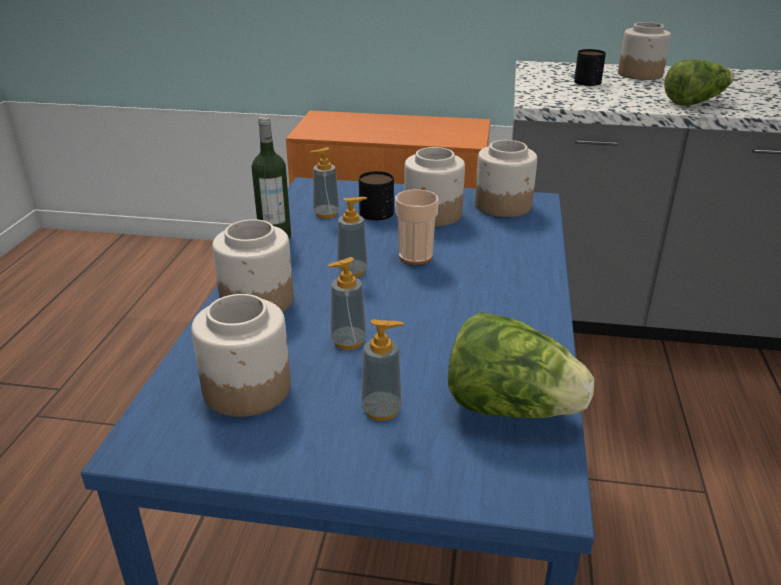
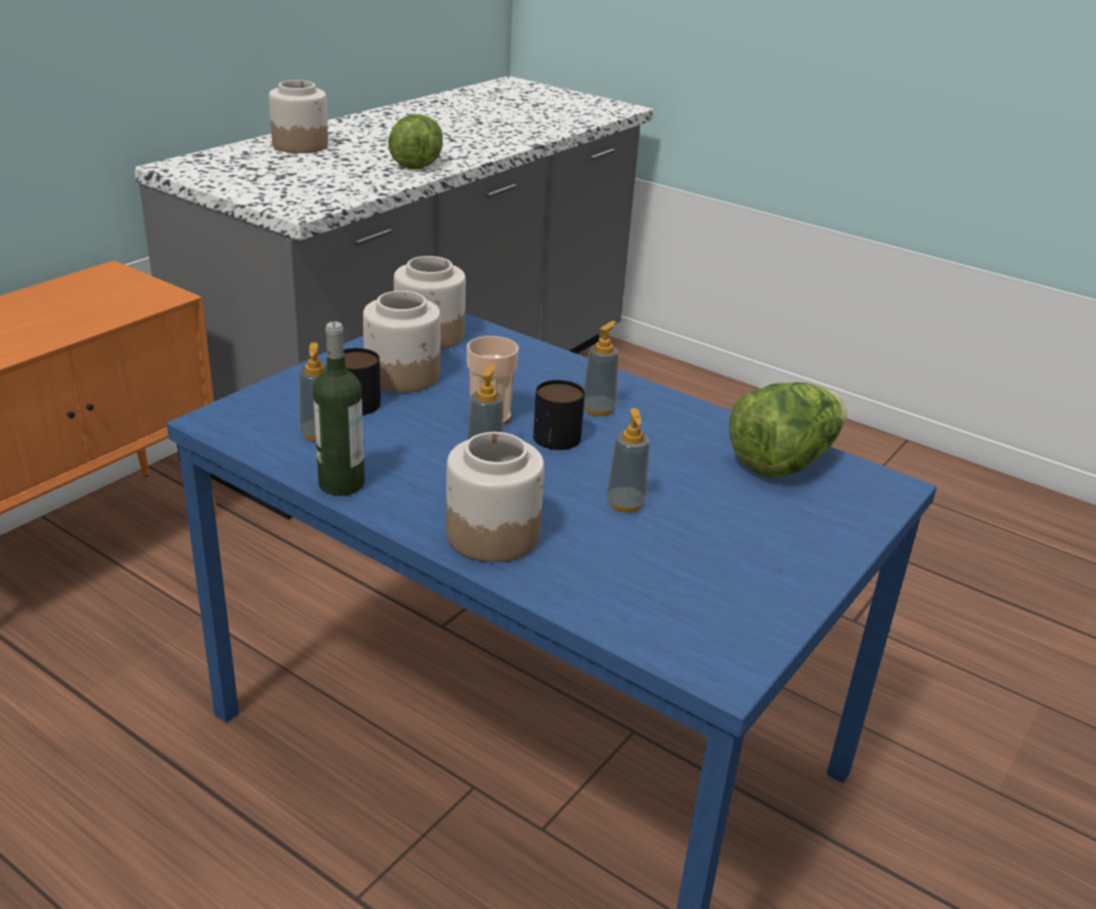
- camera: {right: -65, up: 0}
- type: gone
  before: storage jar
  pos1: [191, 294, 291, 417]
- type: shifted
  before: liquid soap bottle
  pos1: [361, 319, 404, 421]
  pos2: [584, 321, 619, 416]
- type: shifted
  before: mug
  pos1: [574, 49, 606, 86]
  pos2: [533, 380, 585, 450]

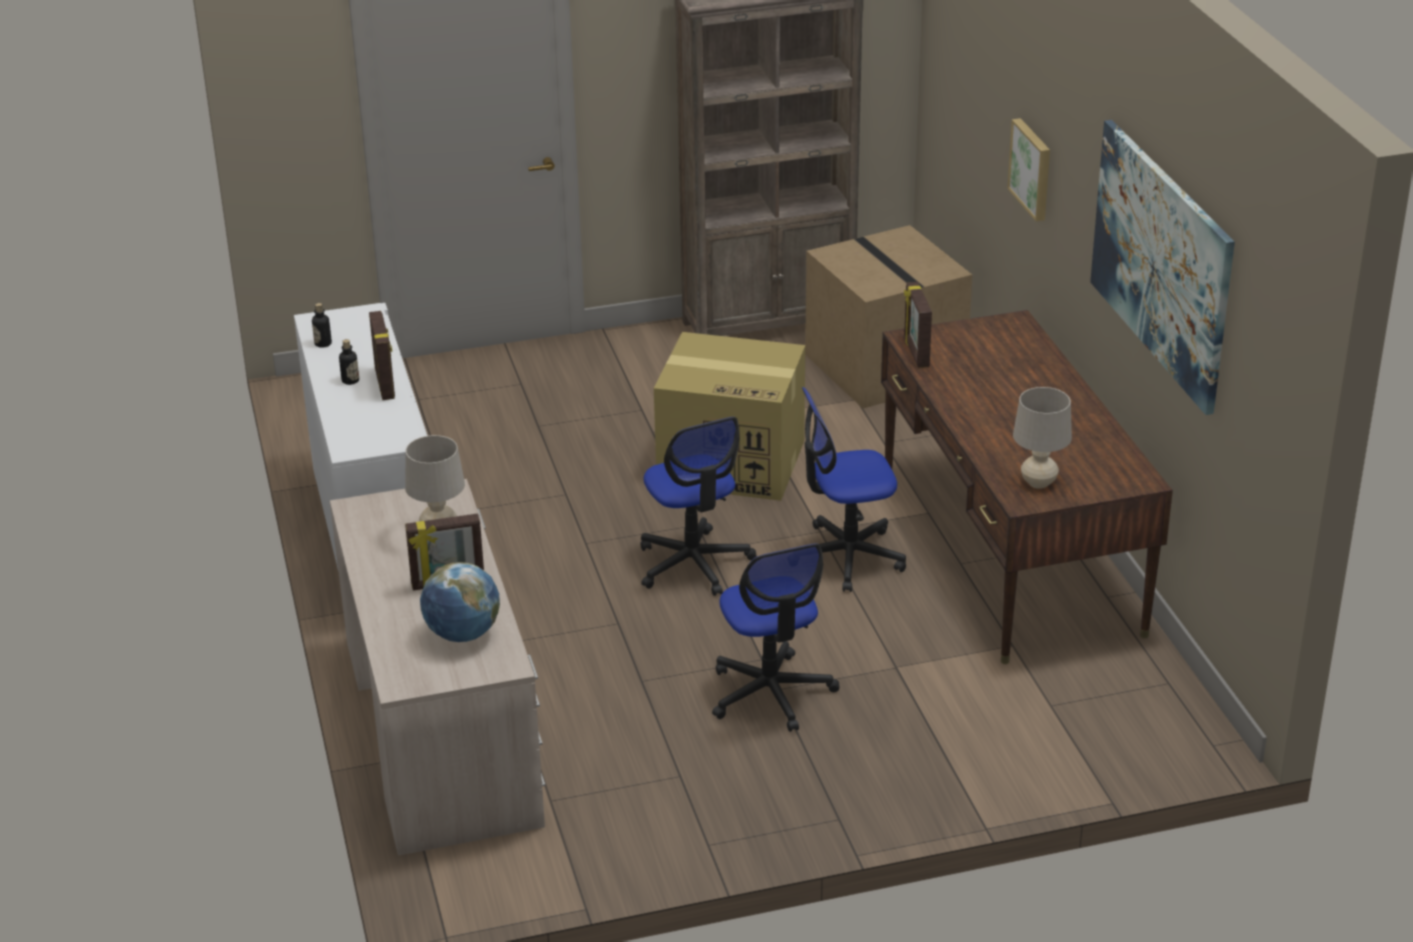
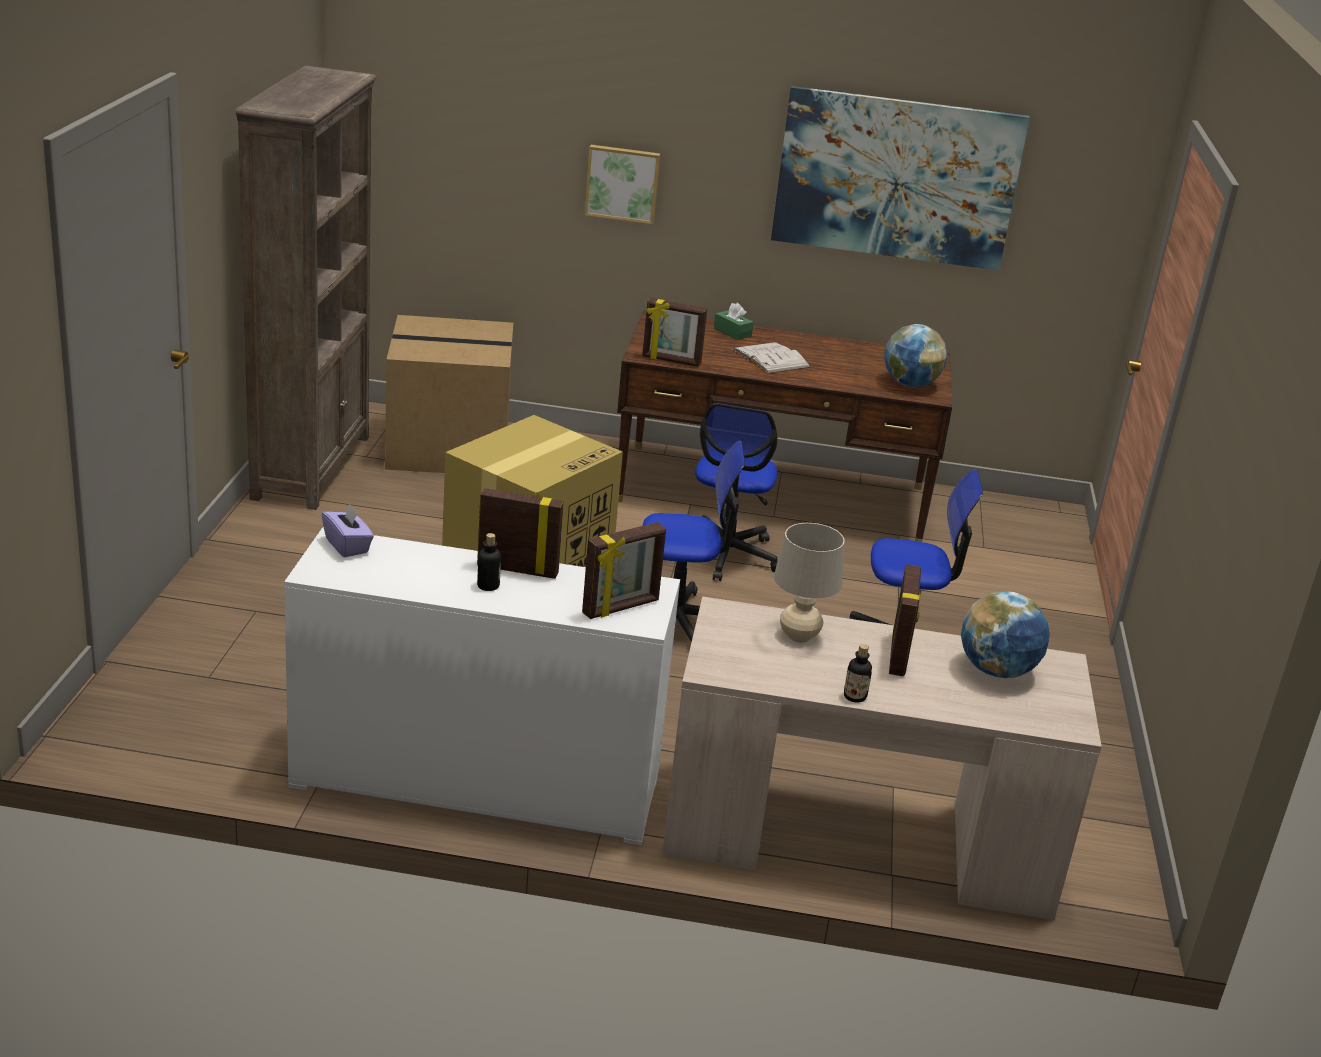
- camera: {right: -70, up: -5}
- type: new
  after: purple-coloured box of tissues
  pos2: [322, 503, 374, 558]
- type: new
  after: standing frame
  pos2: [582, 522, 666, 619]
- type: new
  after: green-coloured box of tissues
  pos2: [714, 303, 754, 340]
- type: new
  after: whitish book
  pos2: [732, 342, 811, 374]
- type: shifted
  before: beverage bottle
  pos1: [312, 303, 332, 348]
  pos2: [844, 644, 872, 703]
- type: swapped
  before: sand-coloured table lamp
  after: world globe
  pos1: [1013, 387, 1072, 489]
  pos2: [884, 324, 947, 387]

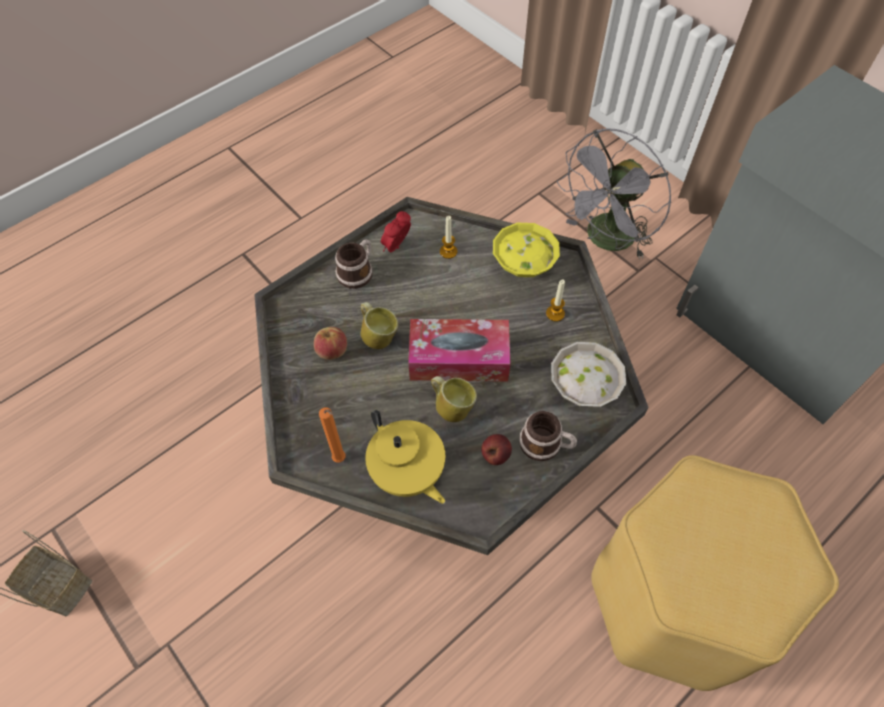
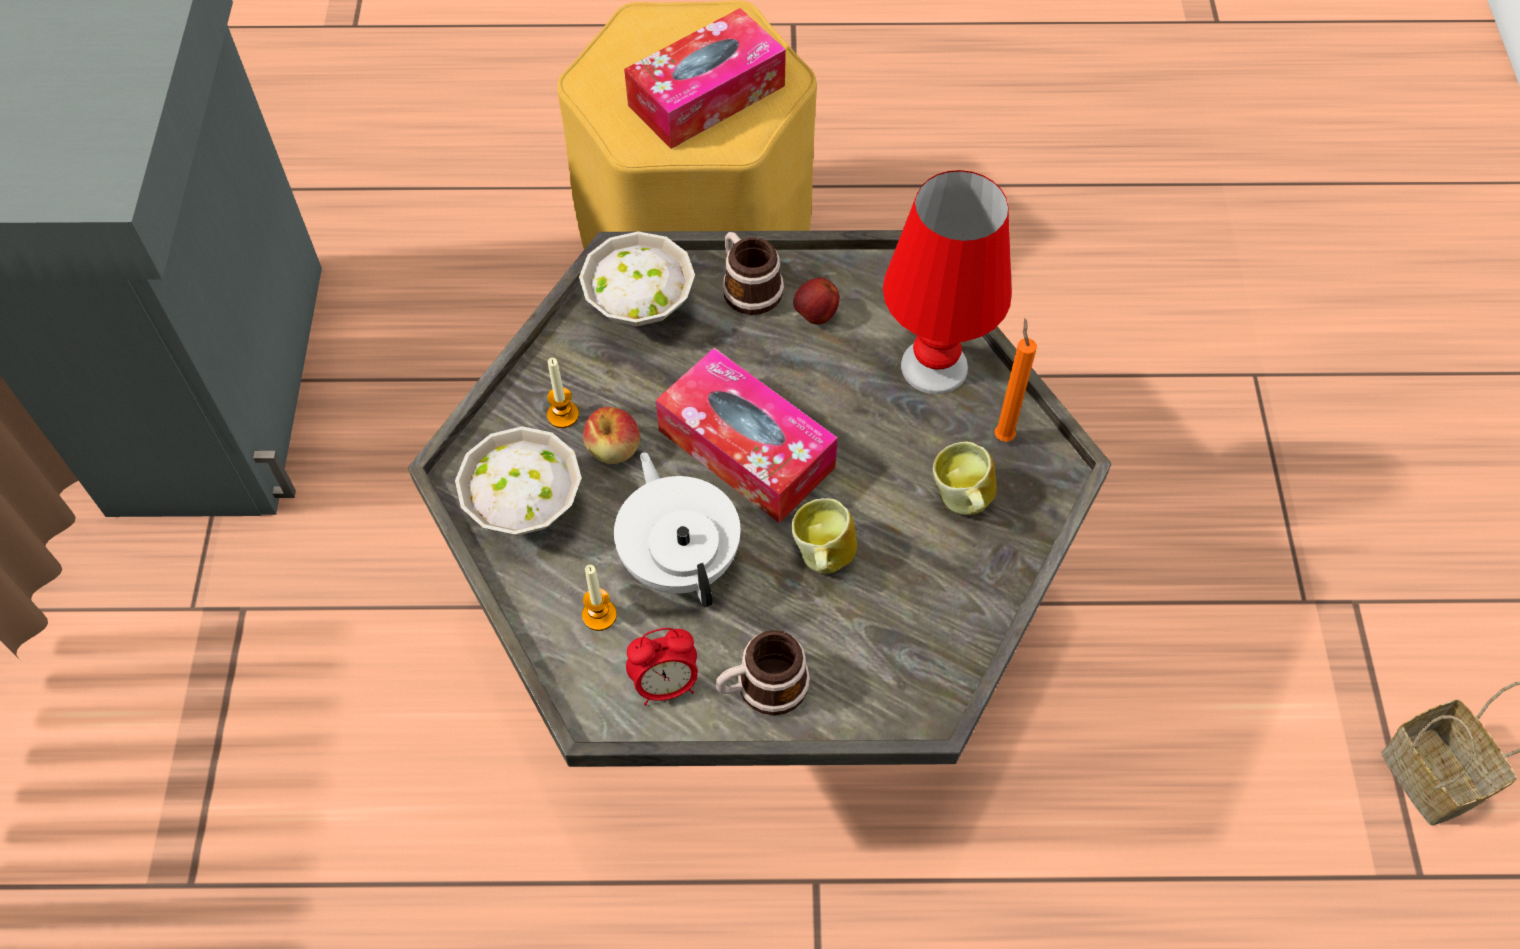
- camera: {right: -140, up: 0}
- type: gone
  before: grey fan
  pos1: [557, 128, 671, 259]
- type: new
  after: whitish pot for tea
  pos2: [614, 452, 740, 607]
- type: new
  after: box of tissues
  pos2: [624, 8, 786, 149]
- type: shifted
  before: apple fruit
  pos1: [314, 327, 347, 360]
  pos2: [583, 407, 640, 464]
- type: shifted
  before: mug
  pos1: [431, 376, 477, 422]
  pos2: [933, 441, 997, 515]
- type: swapped
  before: yellow pot for tea
  after: red-coloured table lamp
  pos1: [365, 410, 445, 504]
  pos2: [883, 170, 1012, 394]
- type: repainted
  before: yellow bowl
  after: whitish bowl
  pos1: [493, 223, 560, 277]
  pos2: [455, 426, 582, 536]

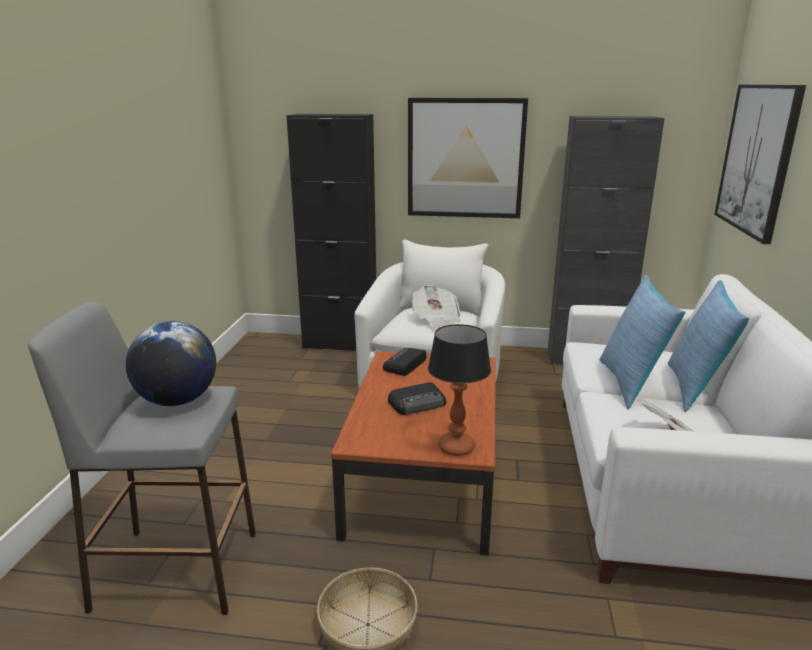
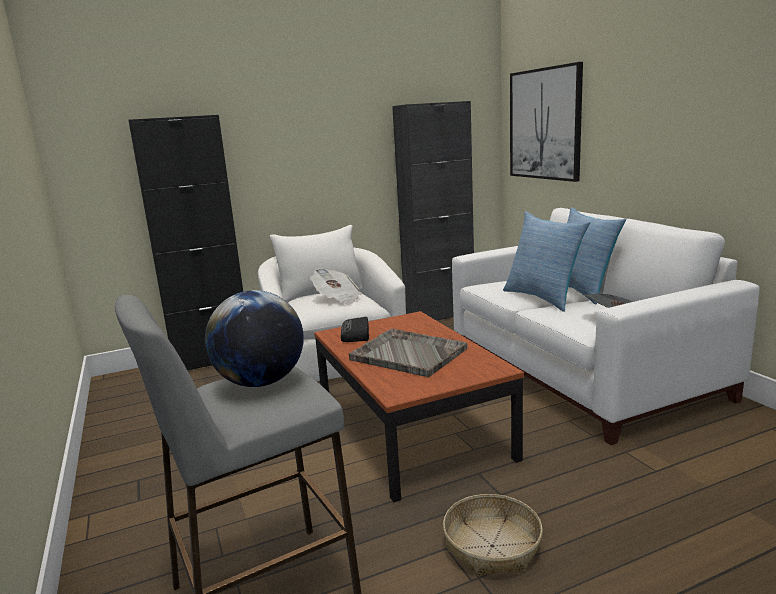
- camera: {right: -30, up: -5}
- type: gone
  before: wall art
  pos1: [408, 98, 528, 218]
- type: gone
  before: table lamp
  pos1: [428, 324, 491, 456]
- type: swapped
  before: radio
  after: grey tray
  pos1: [388, 382, 446, 415]
  pos2: [348, 329, 467, 377]

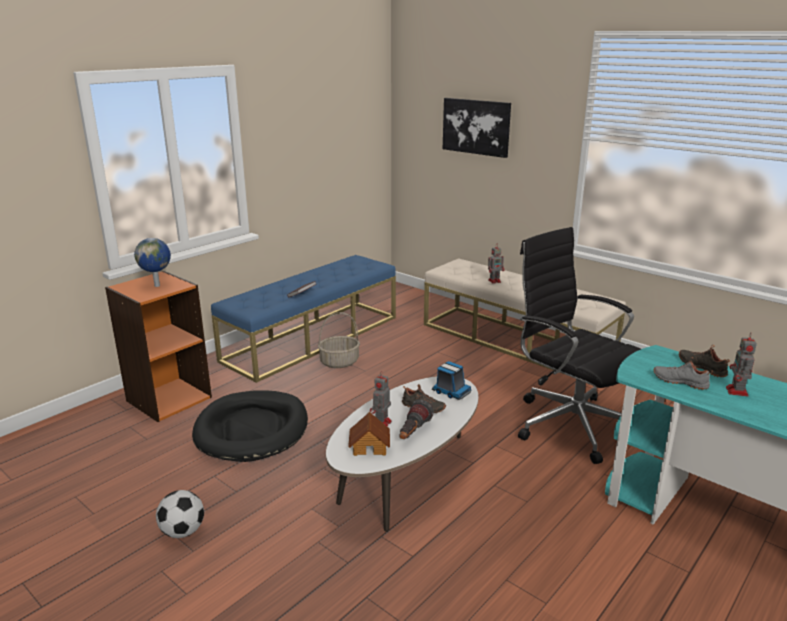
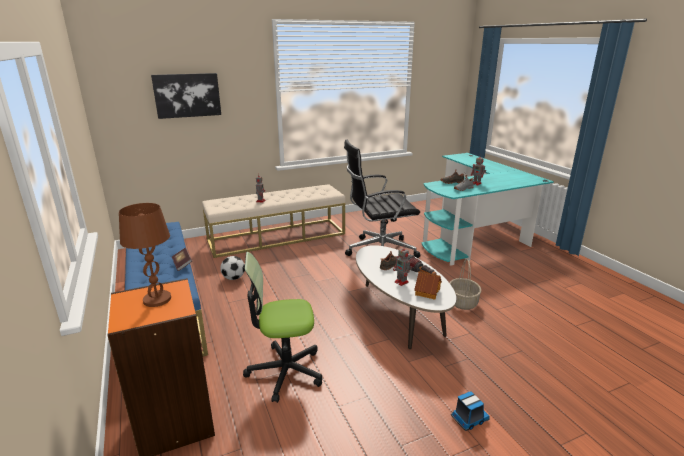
- camera: {right: -65, up: 0}
- type: shifted
  before: ball for football
  pos1: [156, 490, 204, 538]
  pos2: [220, 256, 245, 280]
- type: shifted
  before: household basket
  pos1: [318, 312, 360, 368]
  pos2: [449, 259, 482, 310]
- type: shifted
  before: toy lorry
  pos1: [432, 361, 472, 400]
  pos2: [451, 391, 490, 431]
- type: swapped
  before: world globe
  after: brown table lamp
  pos1: [134, 238, 171, 287]
  pos2: [119, 203, 171, 307]
- type: swapped
  before: black dog bed
  after: desk chair
  pos1: [192, 390, 308, 462]
  pos2: [243, 252, 322, 403]

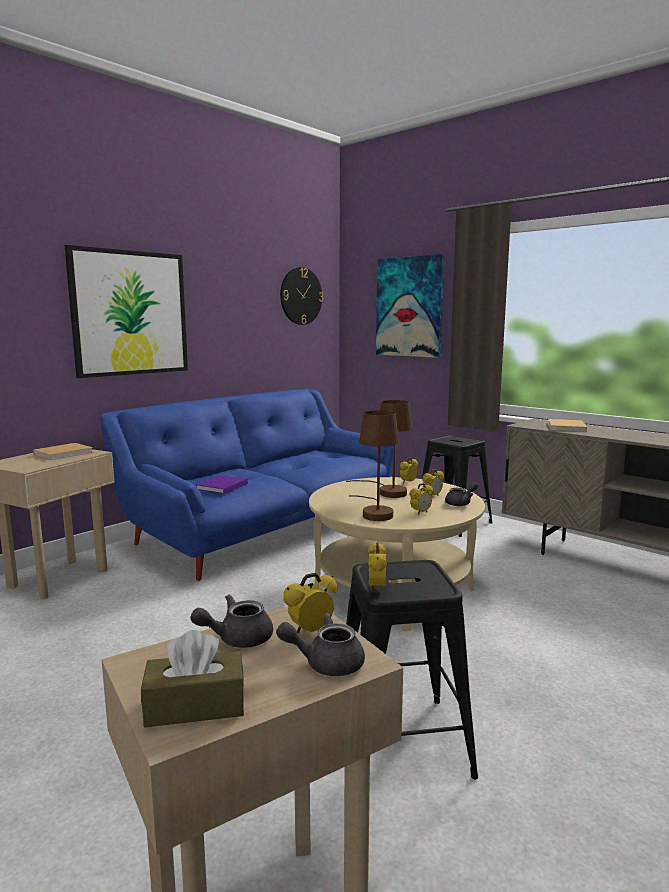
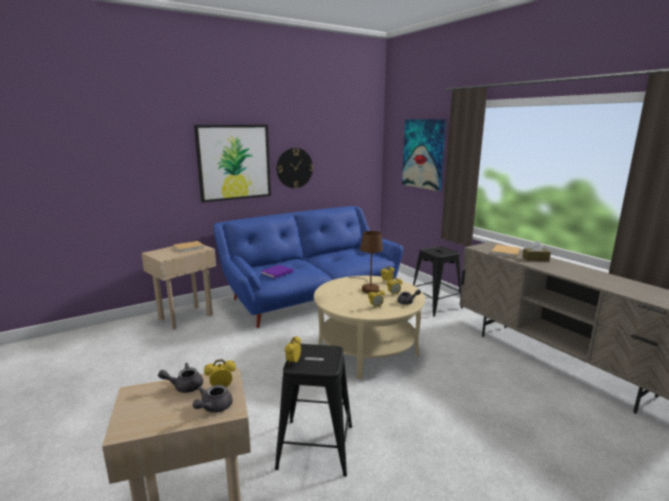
- camera: {right: 15, up: 5}
- type: gone
  before: brown table lamp
  pos1: [349, 410, 399, 521]
- type: shifted
  before: brown box of tissues
  pos1: [141, 630, 244, 727]
  pos2: [522, 241, 551, 261]
- type: shifted
  before: hanging clock
  pos1: [280, 267, 323, 325]
  pos2: [277, 148, 313, 188]
- type: rotated
  before: grey pot for tea
  pos1: [276, 613, 365, 676]
  pos2: [193, 385, 233, 413]
  turn: -75

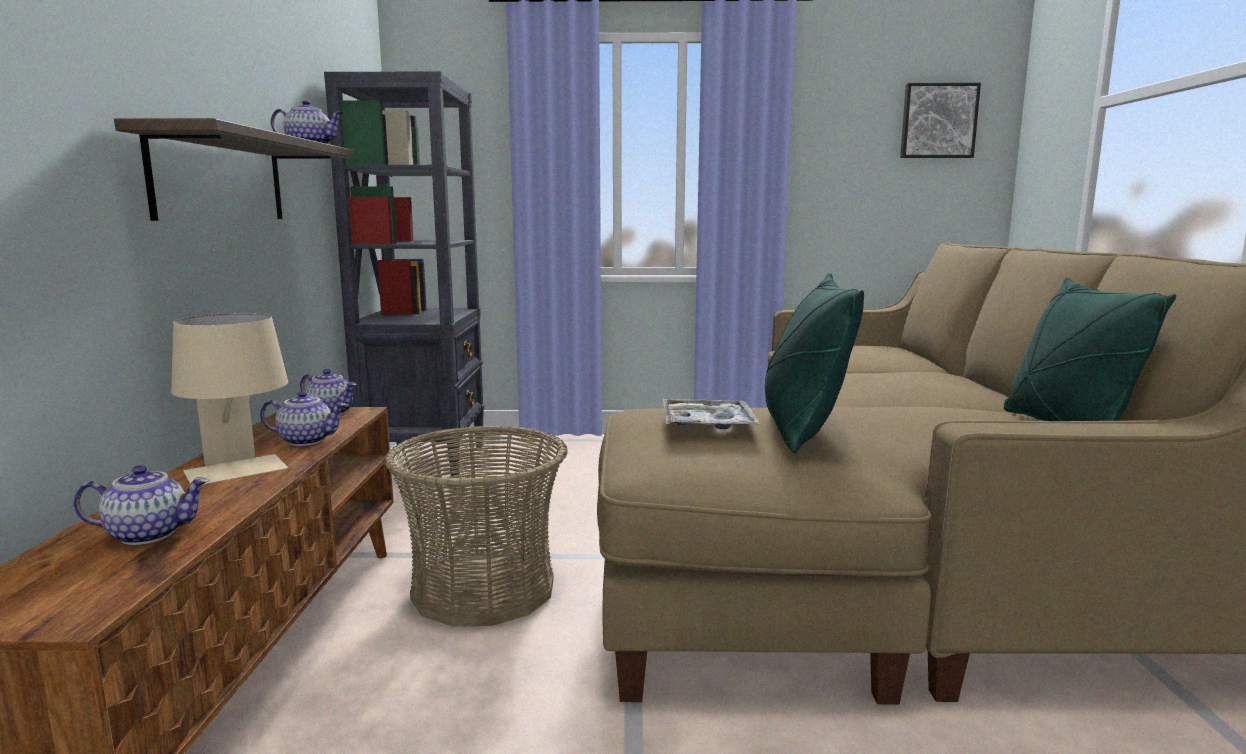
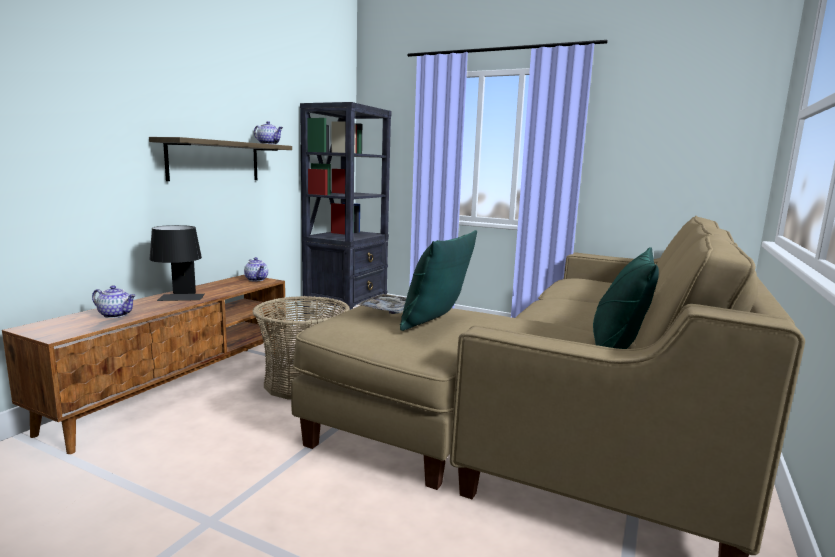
- camera: {right: 25, up: 0}
- type: gone
  before: pot for tea
  pos1: [260, 391, 347, 446]
- type: gone
  before: wall art
  pos1: [900, 83, 981, 158]
- type: repainted
  before: sand-coloured table lamp
  after: black table lamp
  pos1: [171, 313, 288, 484]
  pos2: [149, 225, 205, 301]

